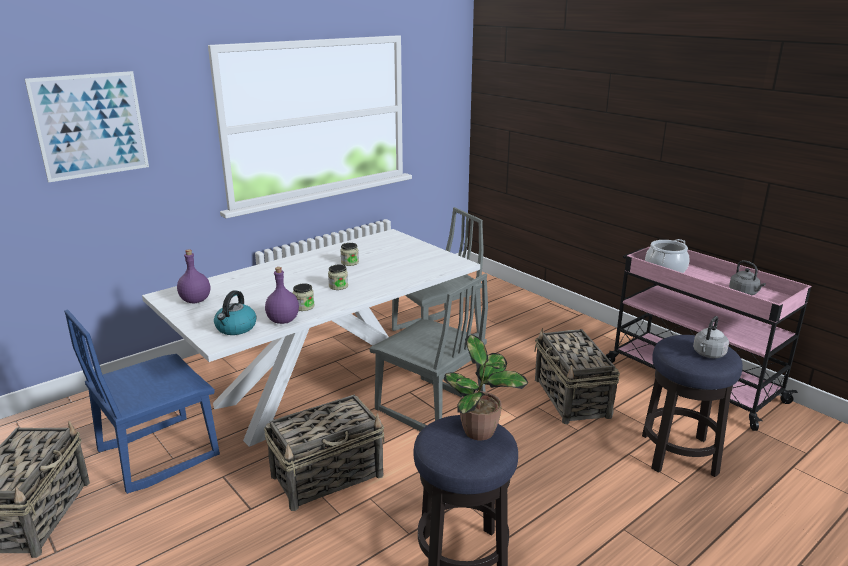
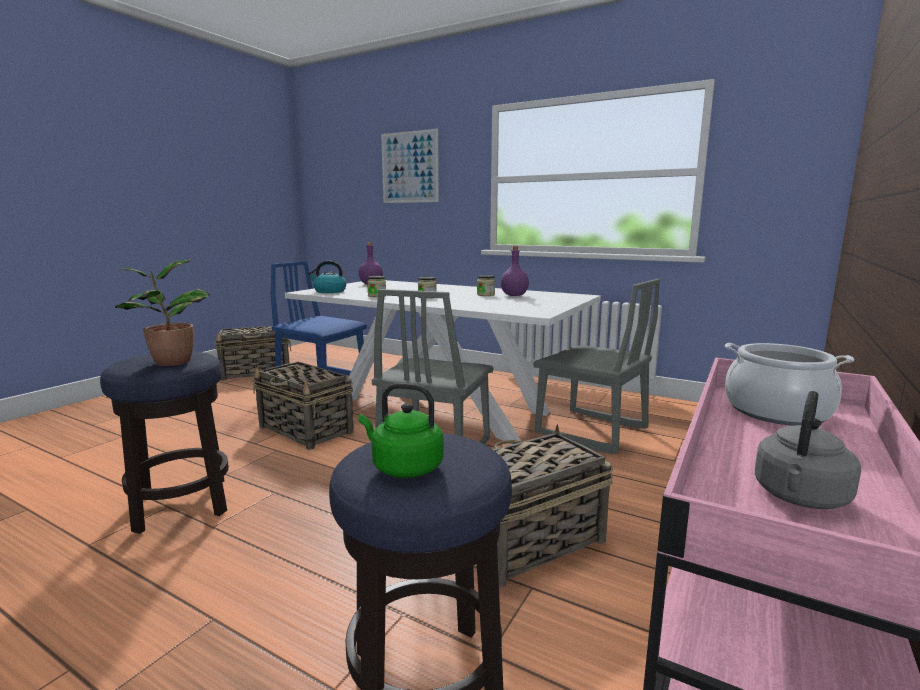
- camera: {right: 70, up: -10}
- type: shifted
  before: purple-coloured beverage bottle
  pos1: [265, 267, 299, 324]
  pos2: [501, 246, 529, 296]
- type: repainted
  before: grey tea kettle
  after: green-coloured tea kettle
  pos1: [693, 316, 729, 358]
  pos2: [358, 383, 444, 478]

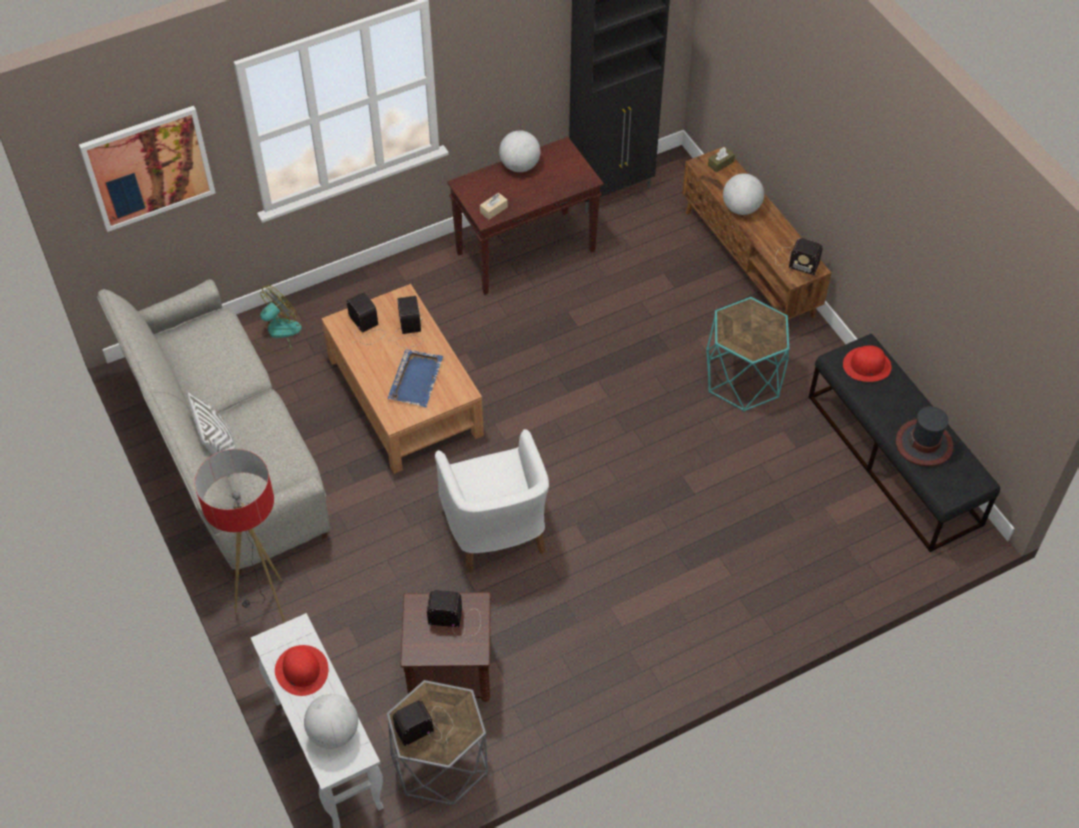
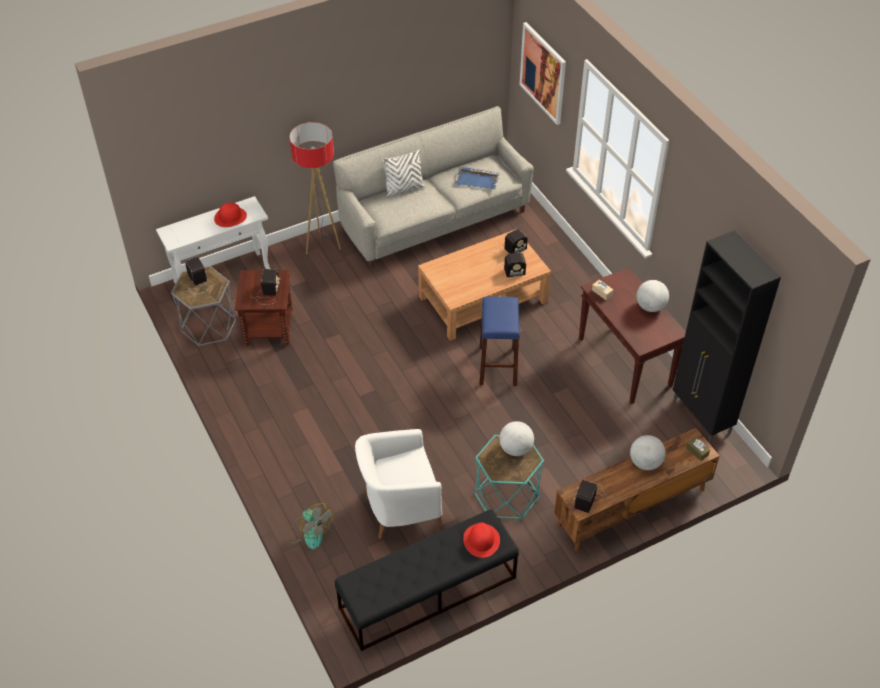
- camera: {right: 90, up: -5}
- type: gone
  before: clothing hat
  pos1: [896, 406, 953, 466]
- type: new
  after: blue-coloured sitting stool
  pos2: [479, 297, 520, 386]
- type: shifted
  before: fan
  pos1: [255, 285, 302, 354]
  pos2: [287, 503, 333, 549]
- type: shifted
  before: world globe
  pos1: [304, 694, 358, 749]
  pos2: [499, 421, 534, 456]
- type: shifted
  before: blue-coloured tray
  pos1: [388, 349, 443, 407]
  pos2: [454, 167, 500, 189]
- type: shifted
  before: whitish lounge chair
  pos1: [435, 429, 549, 573]
  pos2: [355, 429, 442, 539]

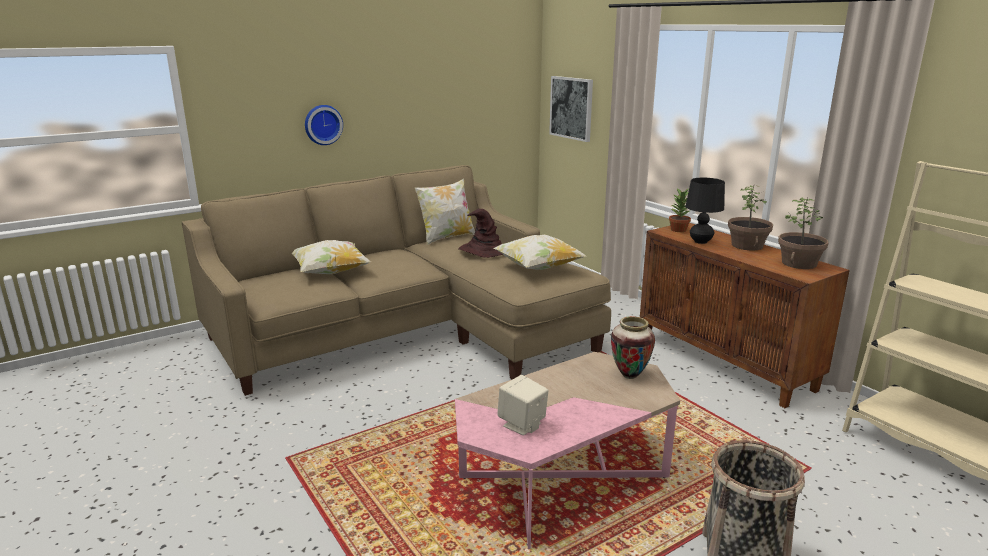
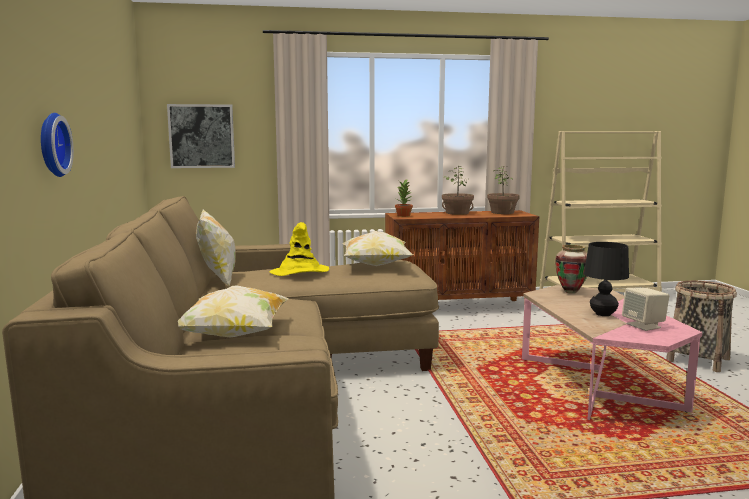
- camera: {right: -65, up: -10}
- type: shifted
  before: black table lamp
  pos1: [686, 178, 725, 244]
  pos2: [584, 242, 629, 316]
- type: repainted
  before: brown clothing hat
  after: yellow clothing hat
  pos1: [458, 209, 503, 258]
  pos2: [269, 222, 329, 276]

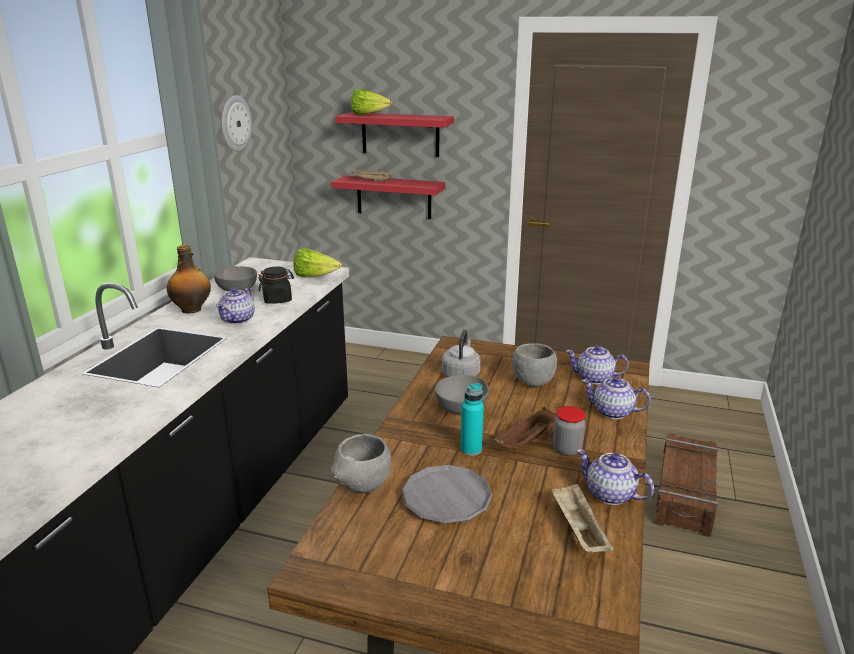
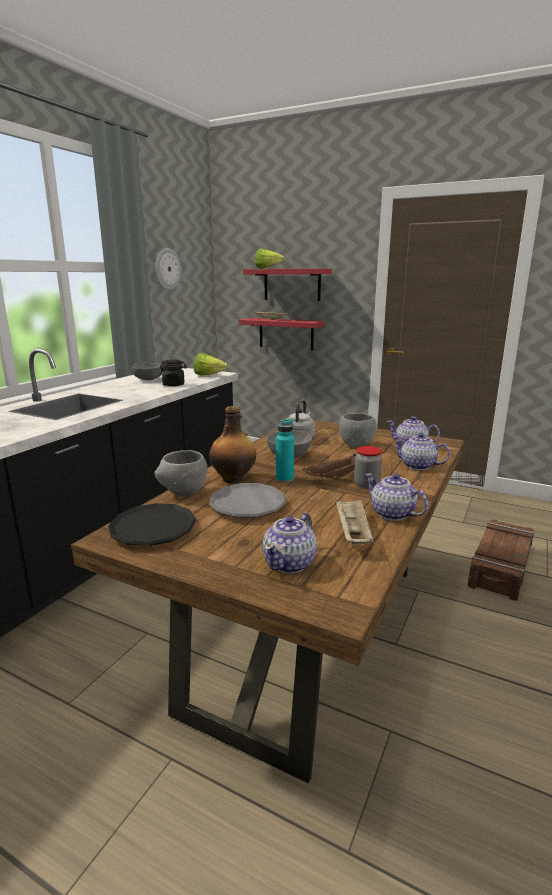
- camera: {right: 10, up: -5}
- type: new
  after: black dinner plate
  pos2: [108, 503, 196, 546]
- type: shifted
  before: beverage bottle
  pos1: [167, 245, 211, 314]
  pos2: [209, 406, 256, 484]
- type: shifted
  before: pot for tea
  pos1: [216, 287, 255, 324]
  pos2: [263, 513, 317, 573]

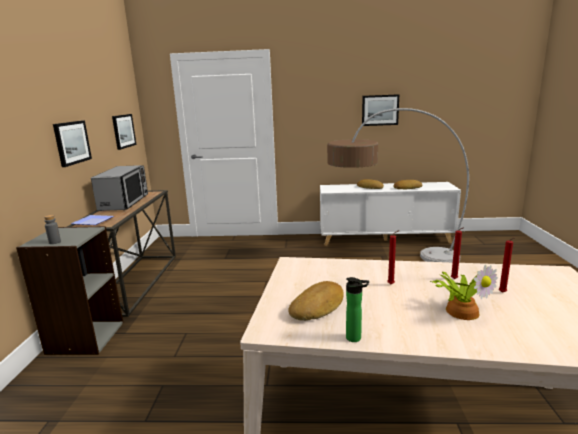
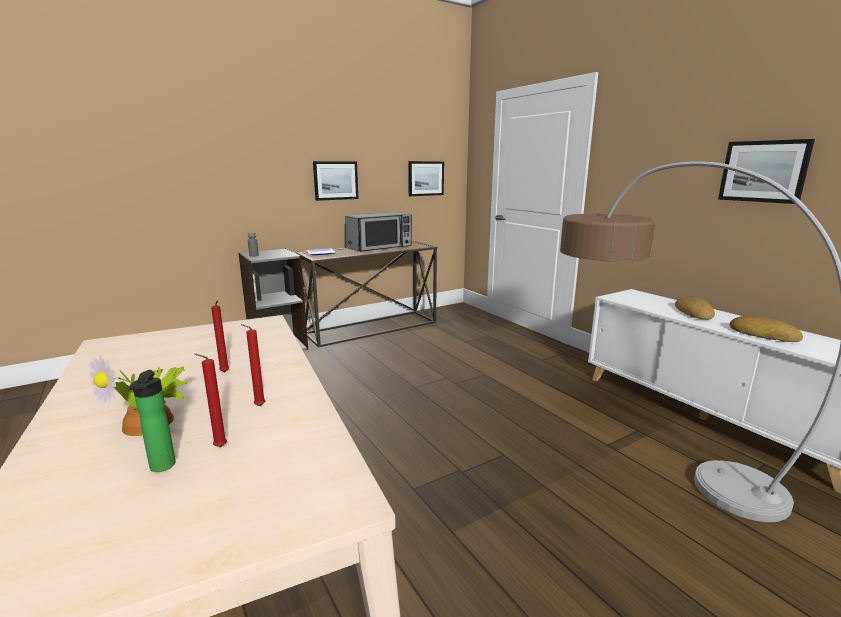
- camera: {right: 55, up: 0}
- type: gone
  before: bakery bread
  pos1: [288, 281, 344, 321]
- type: shifted
  before: beverage bottle
  pos1: [346, 277, 369, 342]
  pos2: [128, 370, 176, 472]

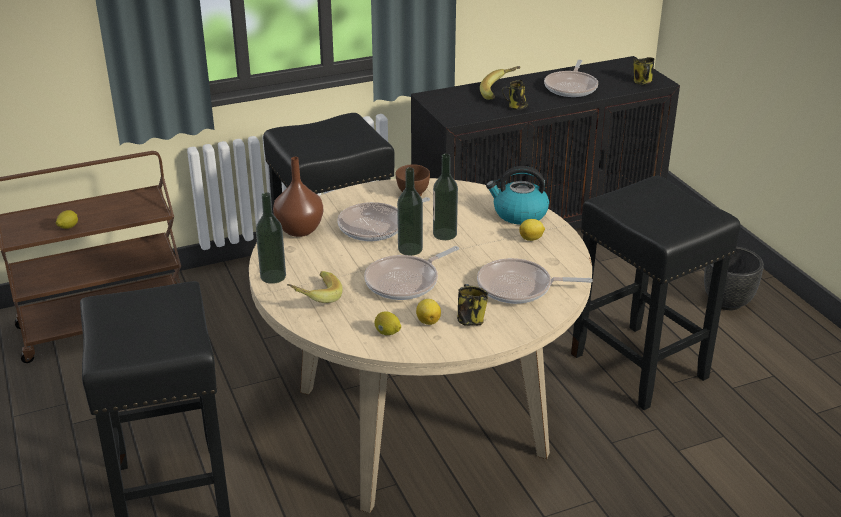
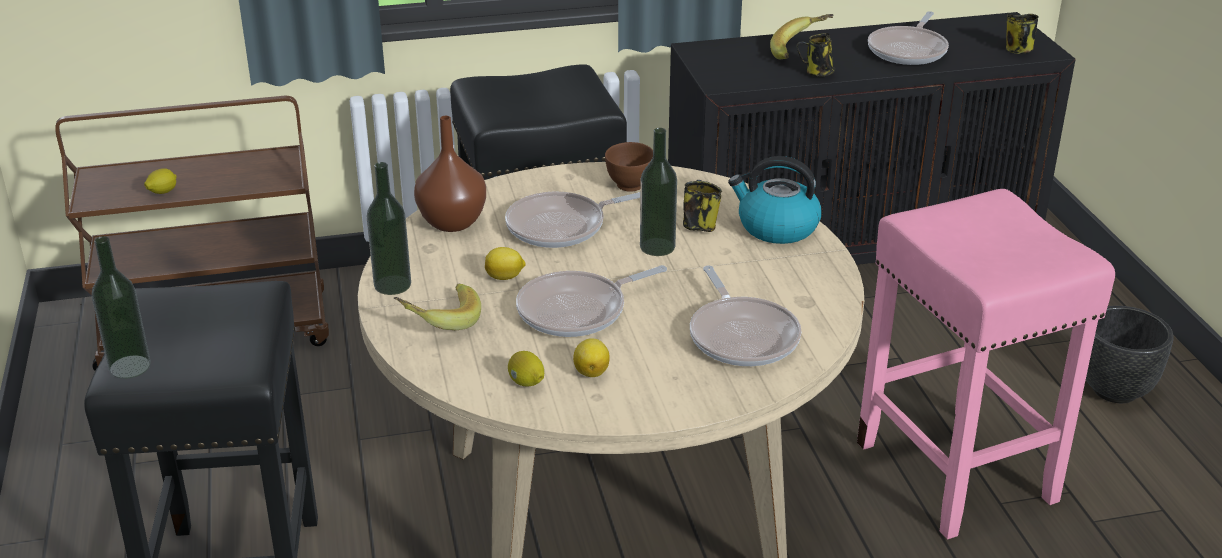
- camera: {right: 10, up: 0}
- type: shifted
  before: beverage bottle
  pos1: [397, 167, 423, 256]
  pos2: [92, 236, 151, 379]
- type: shifted
  before: mug
  pos1: [457, 284, 488, 326]
  pos2: [683, 180, 722, 232]
- type: shifted
  before: whole lemon
  pos1: [519, 219, 545, 241]
  pos2: [485, 247, 525, 280]
- type: repainted
  before: black sitting stool
  after: pinkish sitting stool
  pos1: [571, 176, 741, 410]
  pos2: [857, 189, 1115, 539]
- type: rotated
  before: frying pan
  pos1: [477, 258, 593, 304]
  pos2: [690, 266, 801, 366]
  turn: -120

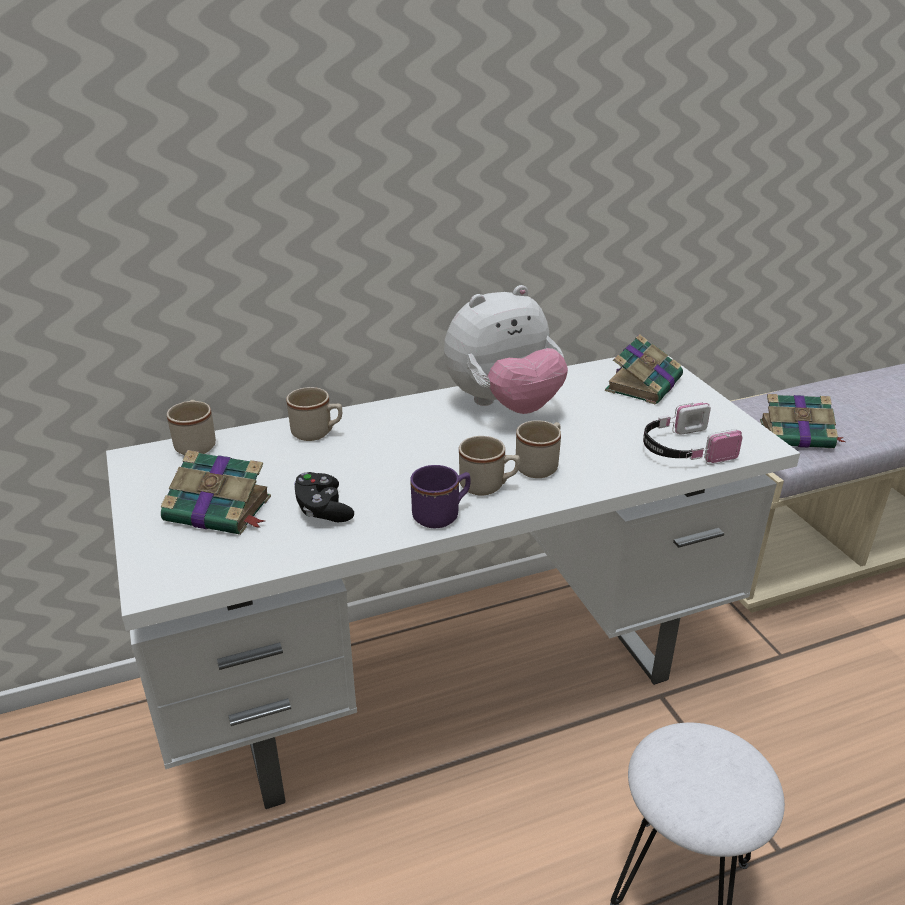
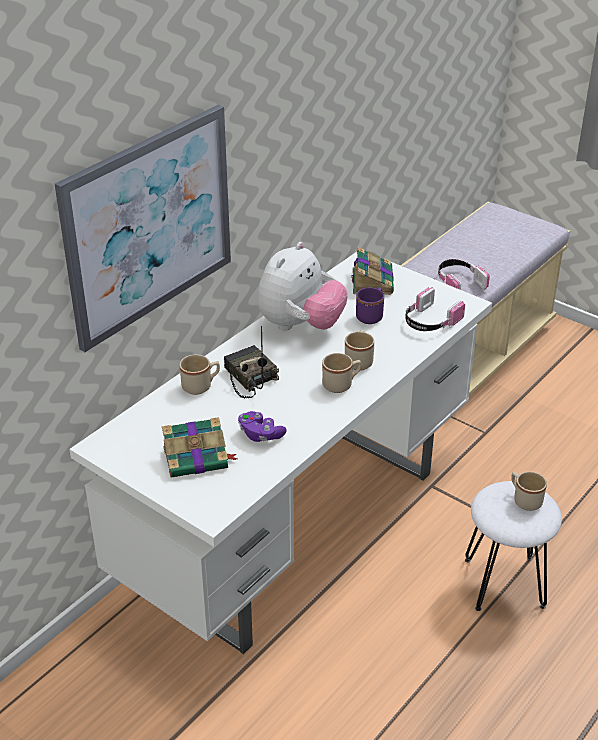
- camera: {right: -30, up: 5}
- type: new
  after: wall art
  pos2: [55, 105, 231, 352]
- type: new
  after: radio
  pos2: [224, 326, 279, 398]
- type: shifted
  before: sand-coloured mug
  pos1: [167, 400, 216, 455]
  pos2: [511, 472, 547, 511]
- type: shifted
  before: purple-coloured mug
  pos1: [410, 465, 471, 528]
  pos2: [356, 288, 384, 324]
- type: swapped
  before: book
  after: headphones
  pos1: [760, 394, 846, 448]
  pos2: [438, 259, 490, 290]
- type: repainted
  before: black game controller
  after: purple-coloured game controller
  pos1: [294, 472, 354, 522]
  pos2: [238, 411, 287, 442]

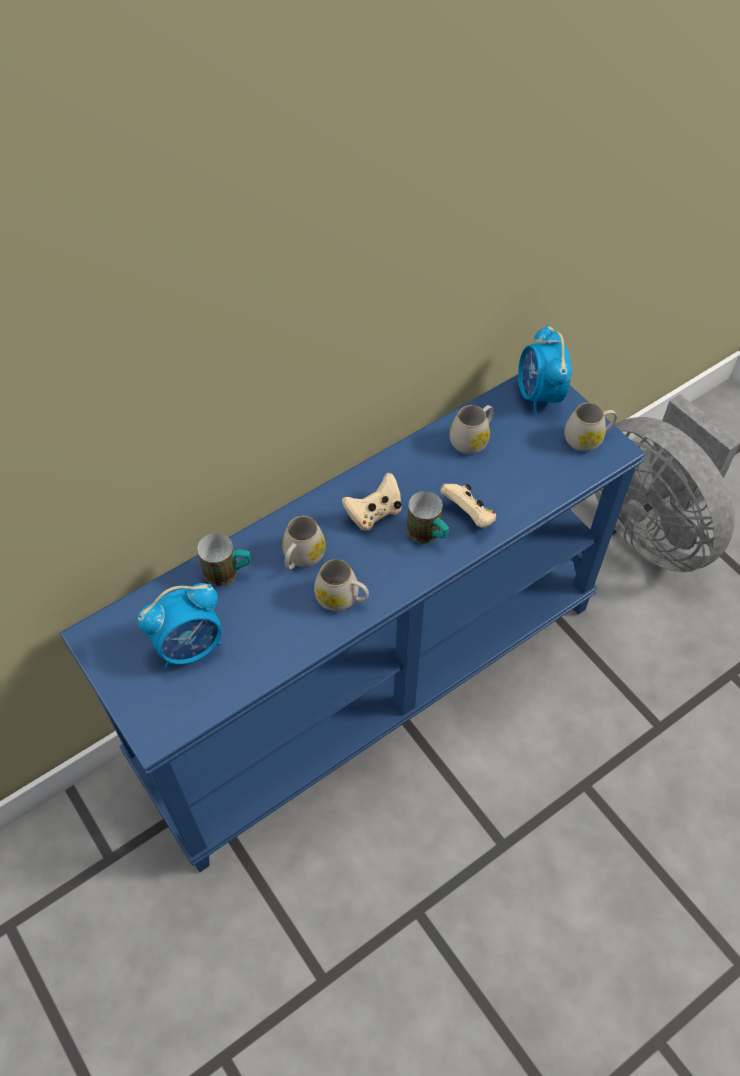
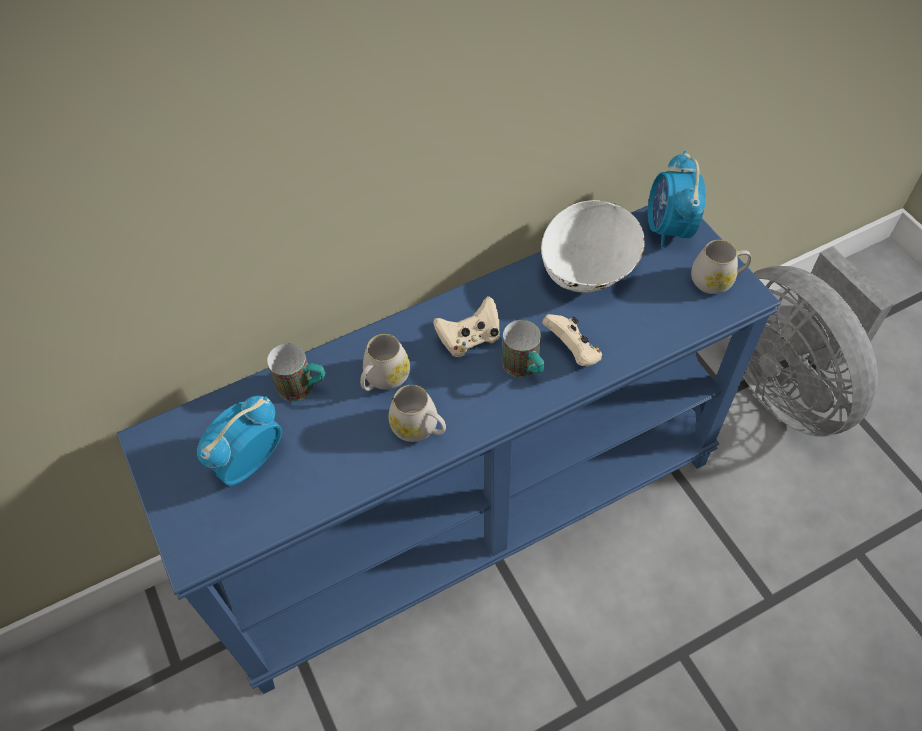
- camera: {right: 10, up: 0}
- type: swapped
  before: whitish mug
  after: whitish bowl
  pos1: [450, 405, 494, 454]
  pos2: [541, 200, 645, 293]
- type: rotated
  before: bedside clock
  pos1: [138, 583, 222, 669]
  pos2: [197, 396, 282, 486]
  turn: 150

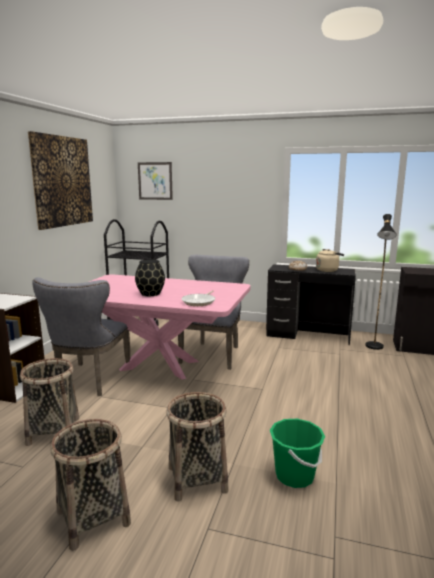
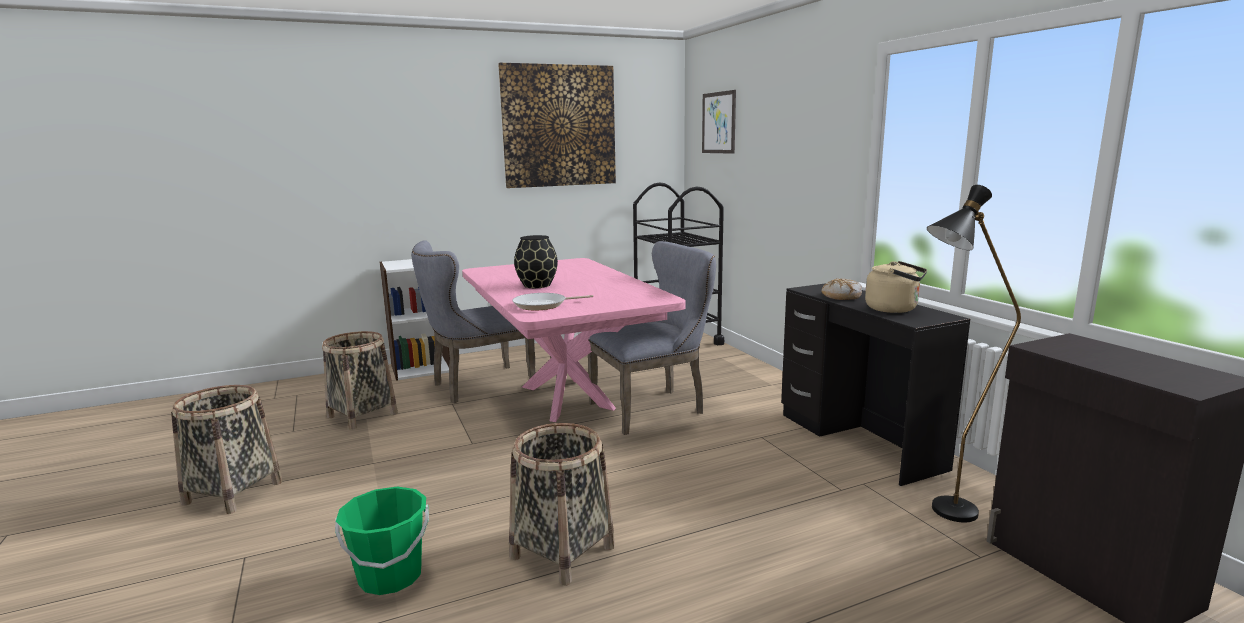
- camera: {right: 50, up: 0}
- type: shifted
  before: household basket
  pos1: [167, 392, 228, 501]
  pos2: [509, 423, 615, 586]

